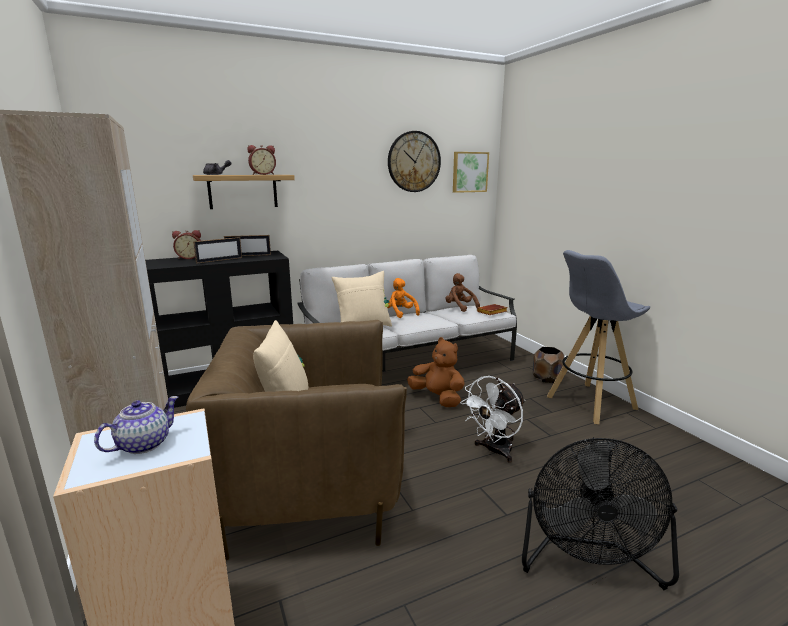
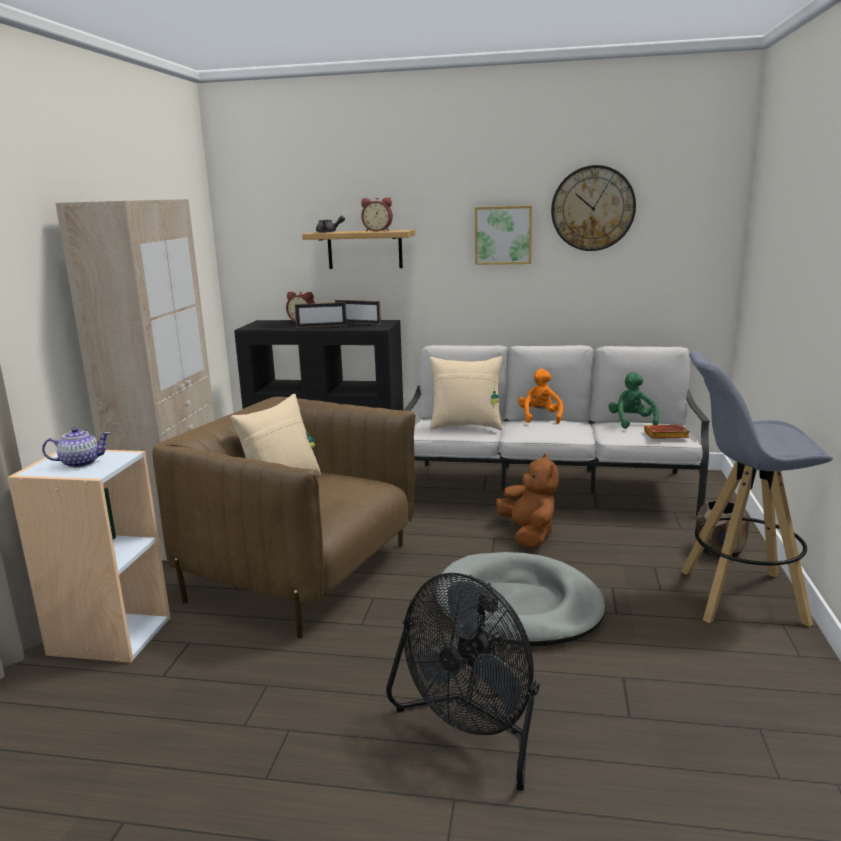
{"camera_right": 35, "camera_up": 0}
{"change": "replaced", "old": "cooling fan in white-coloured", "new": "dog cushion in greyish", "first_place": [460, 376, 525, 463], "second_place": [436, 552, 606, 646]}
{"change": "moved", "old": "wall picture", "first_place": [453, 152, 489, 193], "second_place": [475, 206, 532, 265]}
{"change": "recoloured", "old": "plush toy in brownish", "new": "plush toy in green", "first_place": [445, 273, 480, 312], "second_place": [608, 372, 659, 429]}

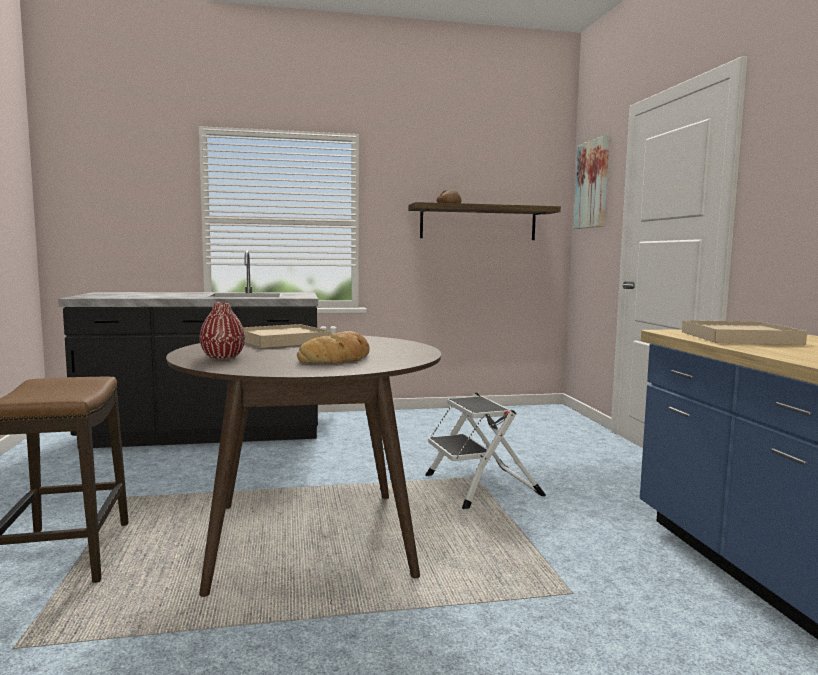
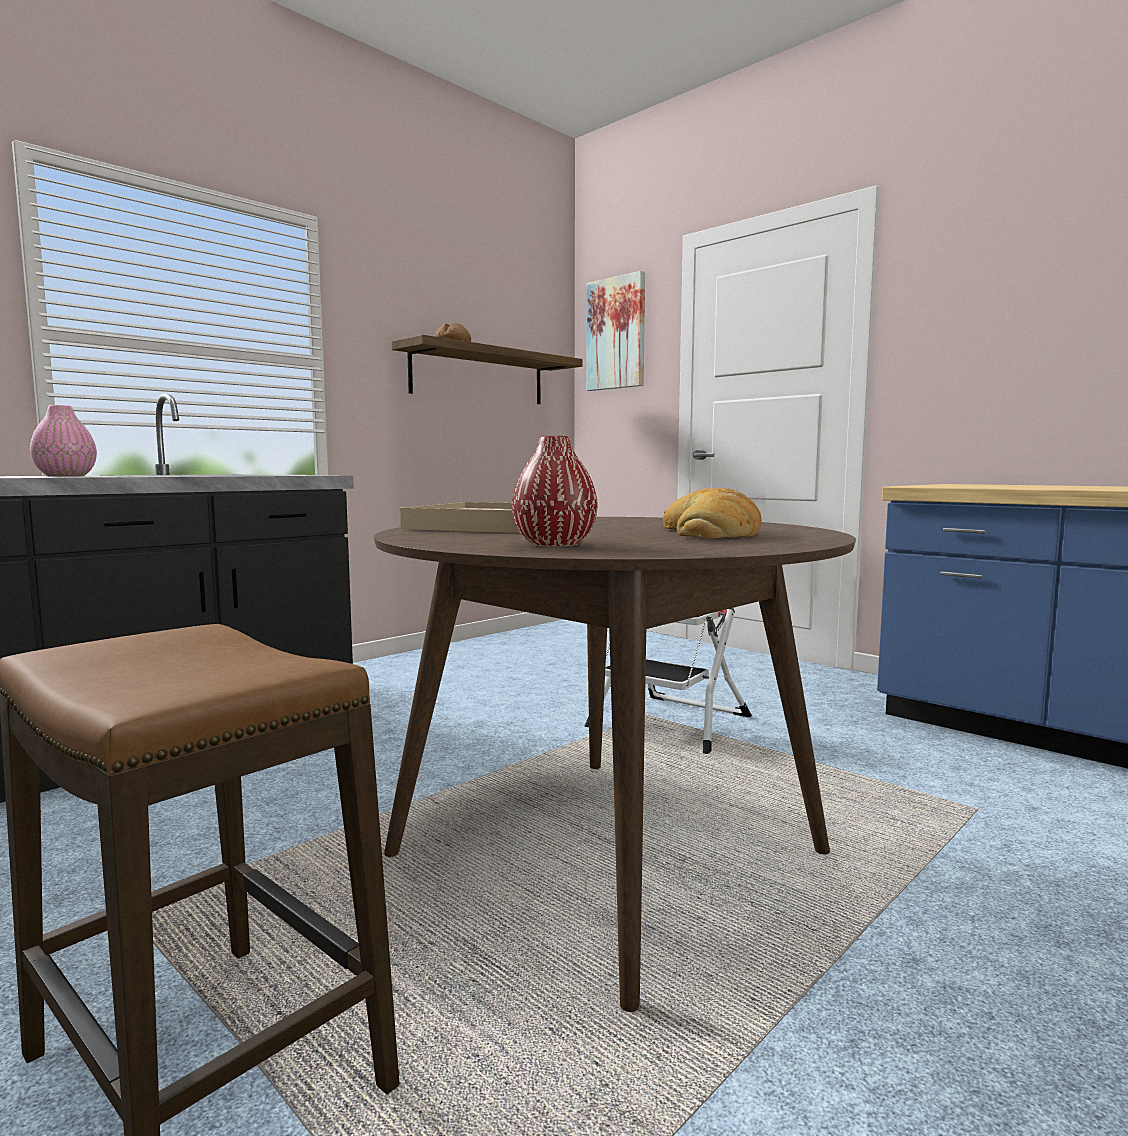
{"camera_right": -35, "camera_up": 0}
{"change": "added", "new": "flower vase in pink-coloured", "second_place": [30, 405, 97, 477]}
{"change": "removed", "old": "tray in sand-coloured", "first_place": [682, 320, 807, 345]}

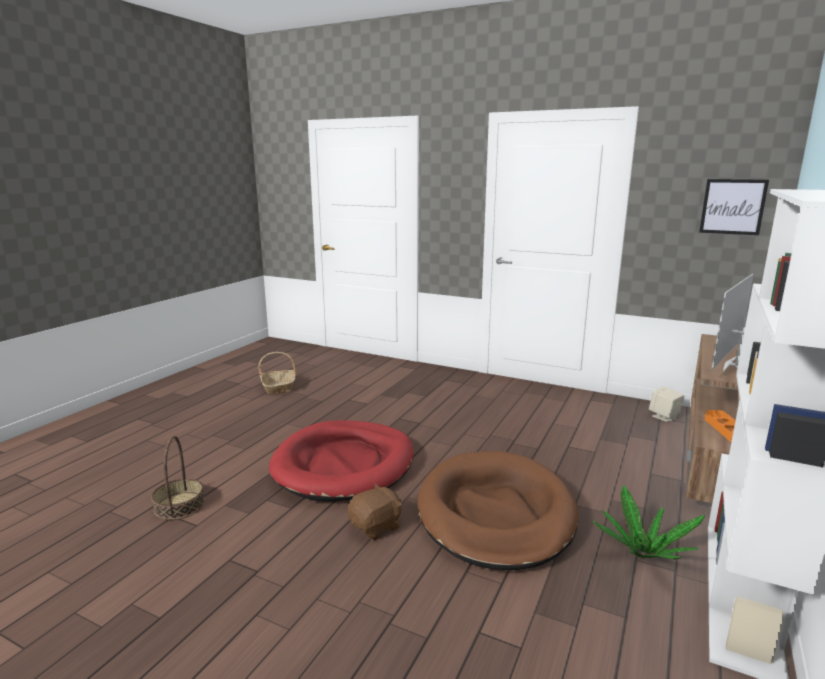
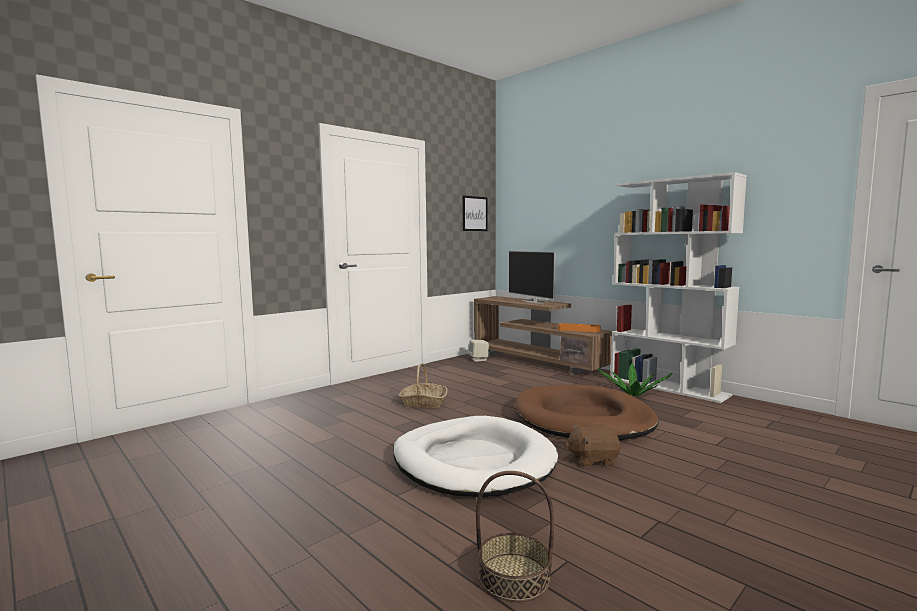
{"camera_right": -70, "camera_up": -10}
{"change": "recoloured", "old": "dog cushion in red", "new": "dog cushion in white-coloured", "first_place": [269, 420, 414, 502], "second_place": [393, 416, 558, 497]}
{"change": "moved", "old": "household basket", "first_place": [258, 352, 296, 394], "second_place": [399, 363, 448, 408]}
{"change": "turned", "old": "plush toy in brownish", "first_place": [348, 484, 402, 540], "second_place": [565, 424, 621, 467], "degrees": -75}

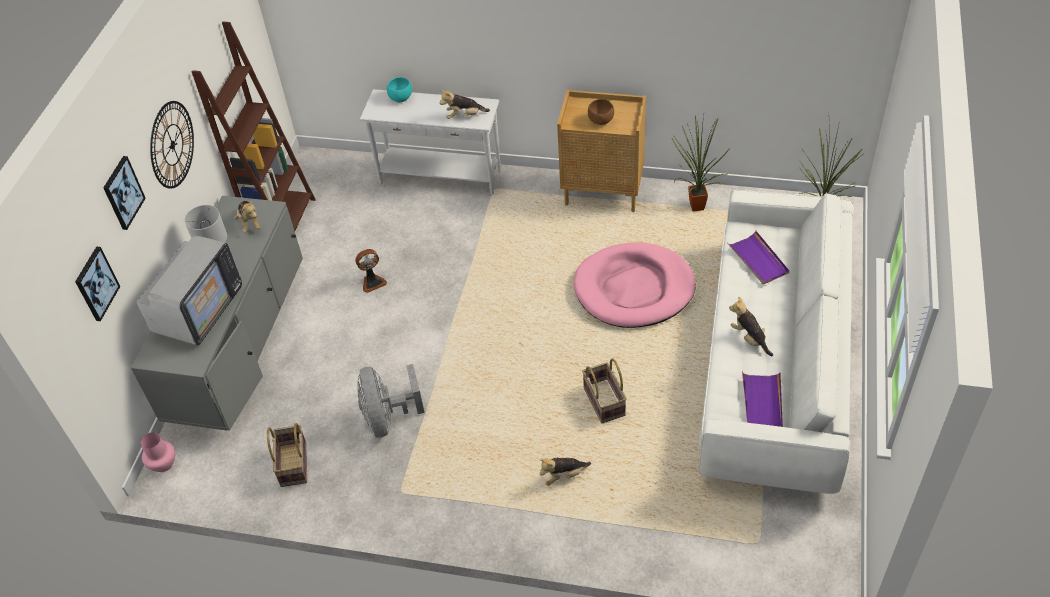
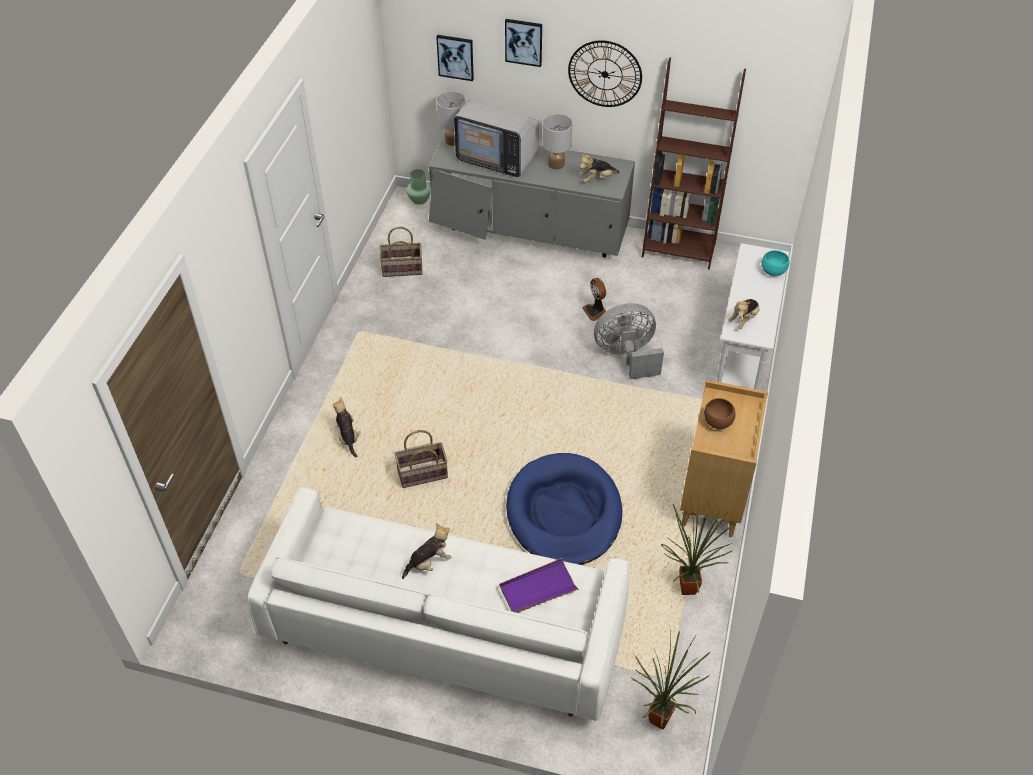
{"camera_right": 90, "camera_up": 0}
{"change": "recoloured", "old": "flower vase in pink-coloured", "new": "flower vase in green", "first_place": [141, 432, 175, 472], "second_place": [406, 169, 431, 205]}
{"change": "added", "new": "tabletop lamp in greyish", "second_place": [437, 91, 466, 146]}
{"change": "recoloured", "old": "dog cushion in pink-coloured", "new": "dog cushion in blue", "first_place": [574, 243, 696, 328], "second_place": [506, 453, 622, 565]}
{"change": "moved", "old": "cooling fan in greyish", "first_place": [357, 364, 425, 438], "second_place": [594, 303, 664, 379]}
{"change": "turned", "old": "plush toy", "first_place": [440, 90, 490, 119], "second_place": [728, 299, 759, 329], "degrees": -135}
{"change": "removed", "old": "tray in purple", "first_place": [742, 372, 783, 427]}

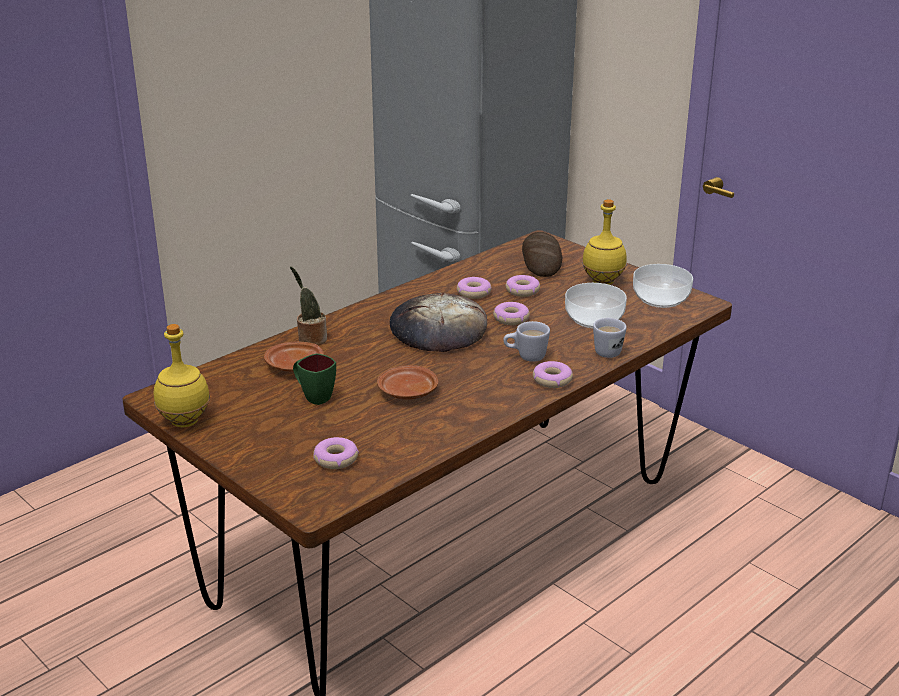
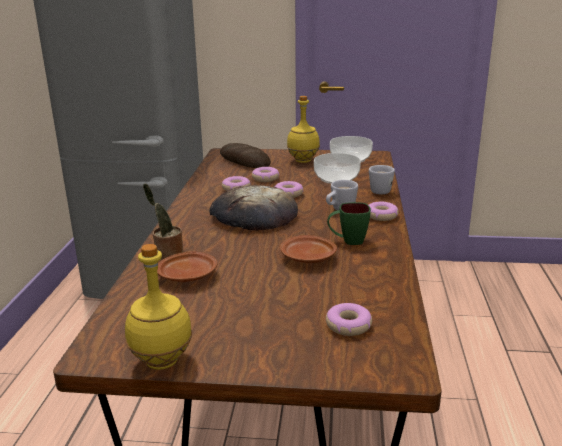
{"camera_right": -40, "camera_up": -5}
{"change": "moved", "old": "tea mug in green", "first_place": [293, 353, 336, 405], "second_place": [327, 202, 371, 245]}

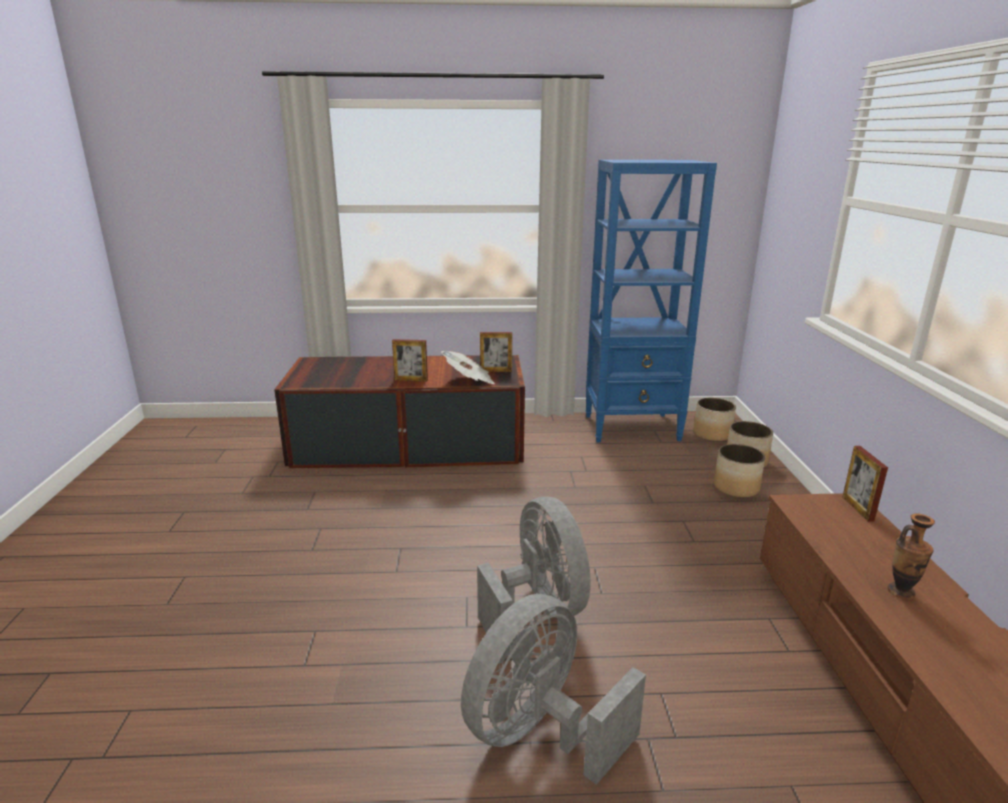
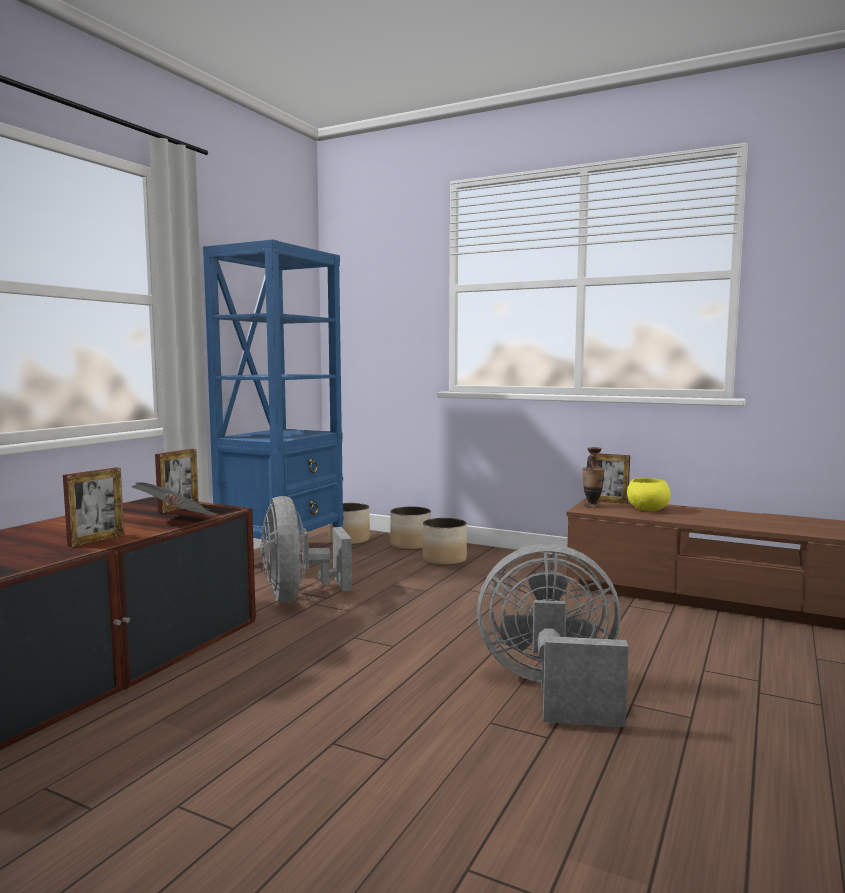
{"camera_right": -60, "camera_up": -15}
{"change": "moved", "old": "cooling fan in greyish", "first_place": [461, 594, 646, 785], "second_place": [260, 496, 352, 602]}
{"change": "moved", "old": "flower vase", "first_place": [887, 513, 935, 600], "second_place": [583, 447, 605, 508]}
{"change": "added", "new": "deep dish in yellowish", "second_place": [627, 478, 670, 511]}

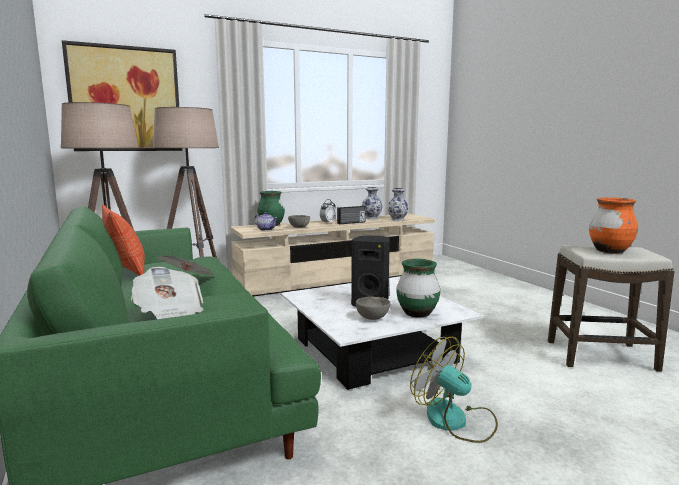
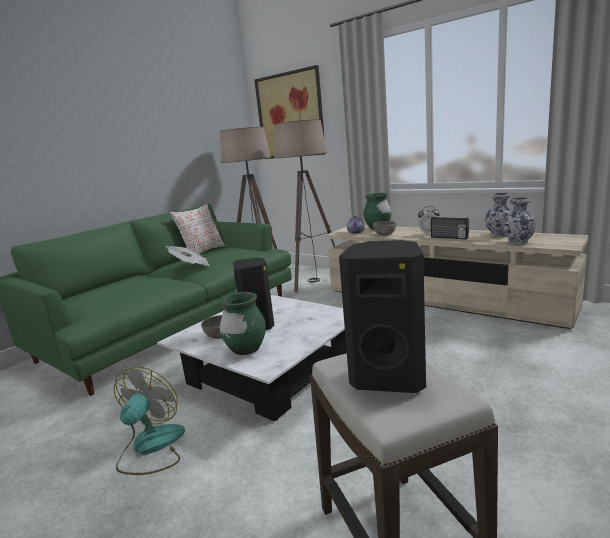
{"camera_right": 65, "camera_up": 5}
{"change": "recoloured", "old": "pillow in orangey", "new": "pillow in white-coloured", "first_place": [102, 204, 145, 276], "second_place": [170, 204, 225, 254]}
{"change": "replaced", "old": "flower vase in orangey", "new": "audio speaker in black", "first_place": [589, 197, 638, 254], "second_place": [339, 240, 426, 393]}
{"change": "removed", "old": "printed paper", "first_place": [131, 267, 203, 319]}

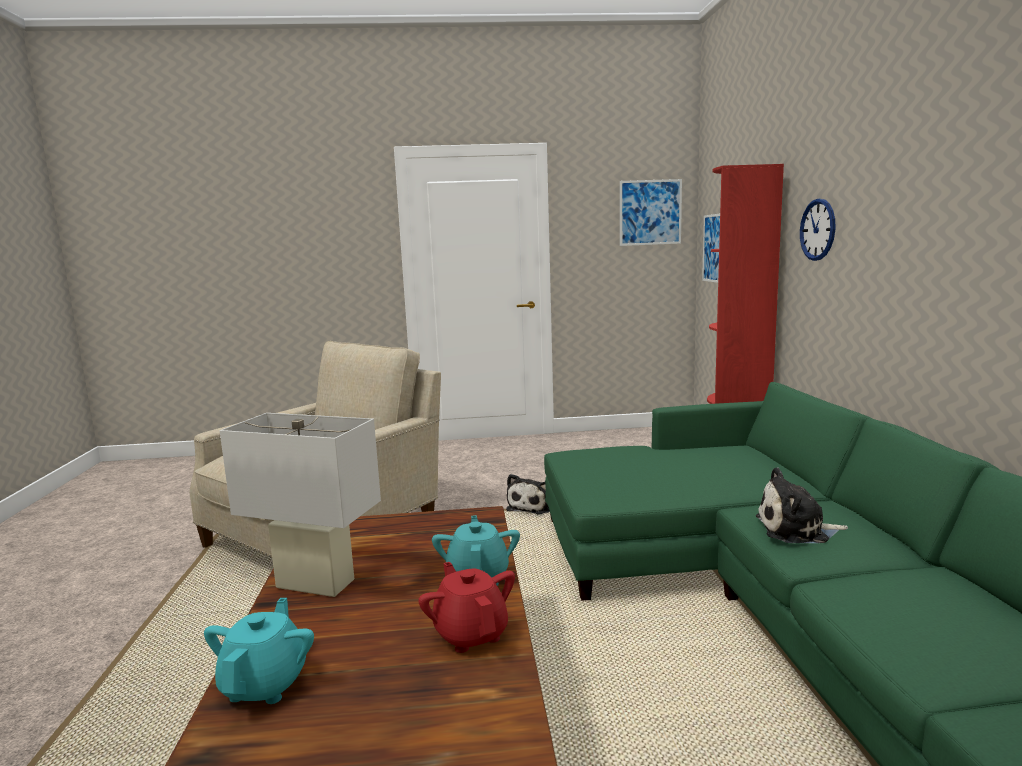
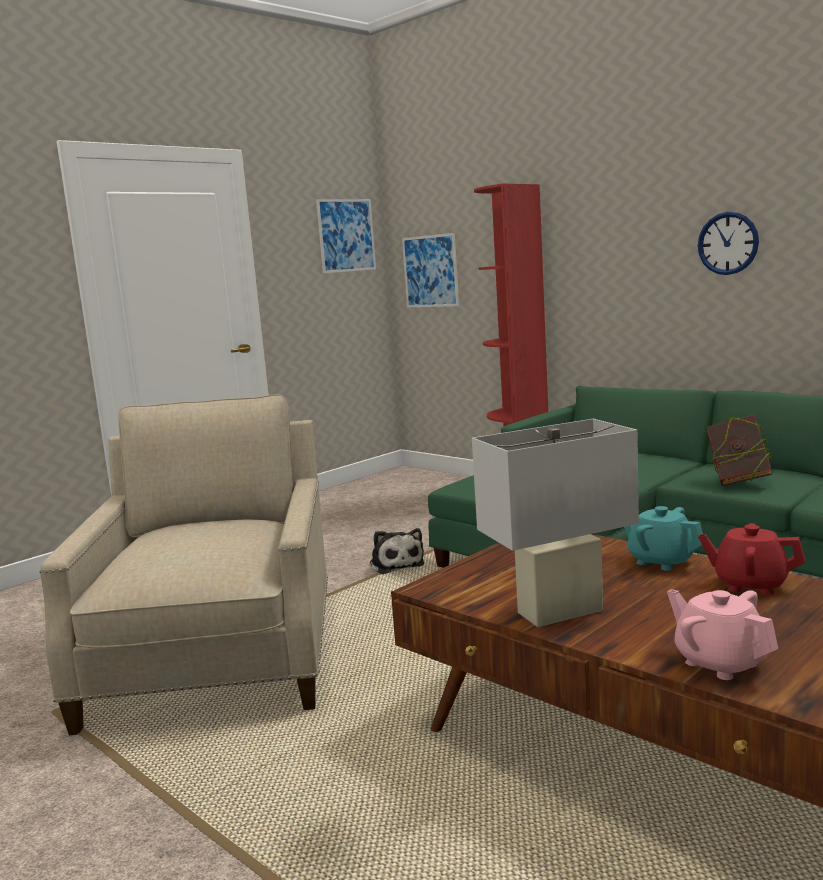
{"camera_right": -40, "camera_up": 0}
{"change": "recoloured", "old": "tea pot in blue-green", "new": "tea pot in pink-coloured", "first_place": [204, 598, 314, 704], "second_place": [667, 589, 778, 680]}
{"change": "moved", "old": "hanging clock", "first_place": [800, 199, 835, 261], "second_place": [698, 212, 759, 275]}
{"change": "replaced", "old": "plush toy", "new": "book", "first_place": [756, 467, 848, 543], "second_place": [706, 415, 772, 486]}

